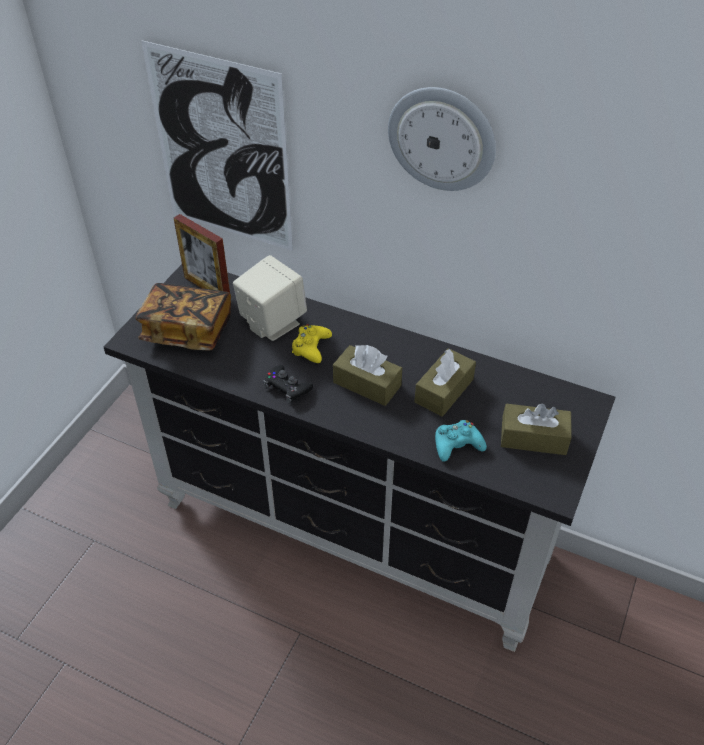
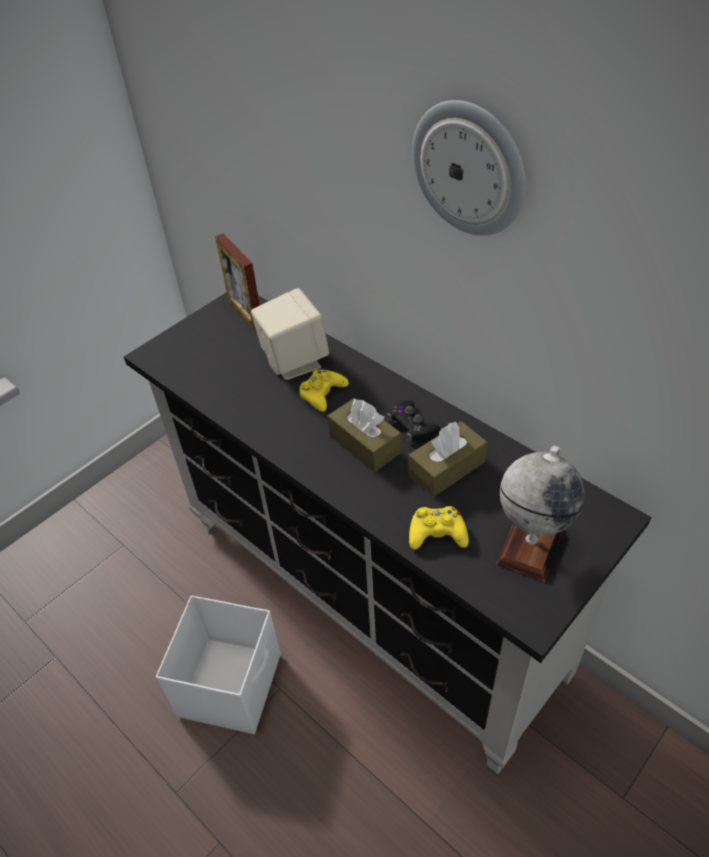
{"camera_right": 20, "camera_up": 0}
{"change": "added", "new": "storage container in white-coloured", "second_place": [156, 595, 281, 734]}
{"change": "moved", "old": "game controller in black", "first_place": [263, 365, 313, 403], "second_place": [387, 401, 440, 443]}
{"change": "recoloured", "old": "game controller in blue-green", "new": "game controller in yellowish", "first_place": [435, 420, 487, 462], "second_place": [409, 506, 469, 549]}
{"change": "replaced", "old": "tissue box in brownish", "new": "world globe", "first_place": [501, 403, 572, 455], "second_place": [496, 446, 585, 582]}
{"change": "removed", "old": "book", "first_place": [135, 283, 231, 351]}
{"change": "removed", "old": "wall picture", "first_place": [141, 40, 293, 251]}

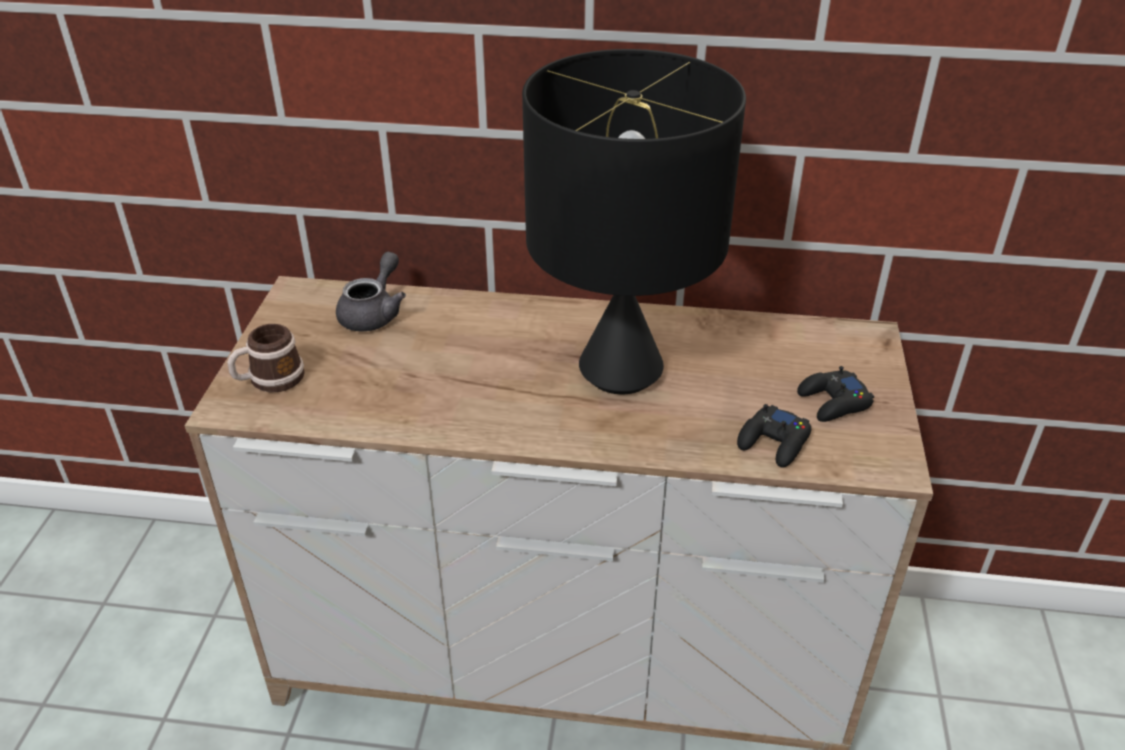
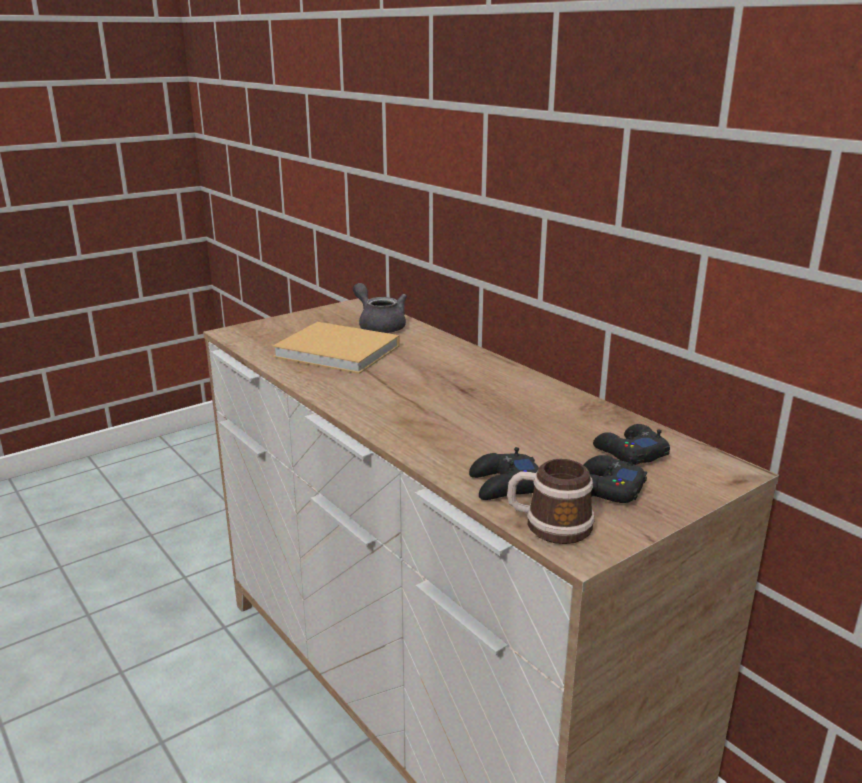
{"camera_right": 45, "camera_up": -15}
{"change": "added", "new": "book in sand-coloured", "second_place": [272, 322, 400, 374]}
{"change": "turned", "old": "tea pot in greyish", "first_place": [336, 252, 406, 332], "second_place": [353, 283, 407, 333], "degrees": -105}
{"change": "moved", "old": "tea mug", "first_place": [227, 324, 305, 392], "second_place": [507, 459, 595, 544]}
{"change": "added", "new": "game controller in black", "second_place": [593, 424, 670, 465]}
{"change": "removed", "old": "tabletop lamp in black", "first_place": [522, 49, 746, 394]}

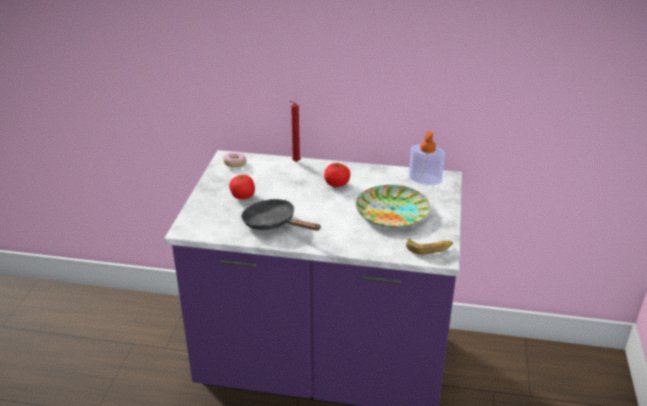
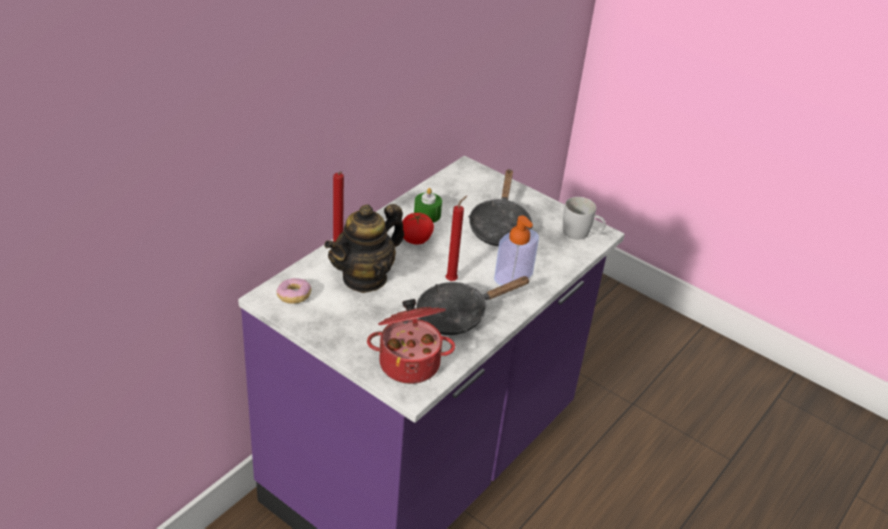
{"camera_right": -65, "camera_up": 5}
{"change": "added", "new": "tea pot", "second_place": [324, 204, 404, 293]}
{"change": "added", "new": "saucepot", "second_place": [367, 299, 455, 384]}
{"change": "added", "new": "wax light in green", "second_place": [414, 188, 442, 223]}
{"change": "added", "new": "wax light in red", "second_place": [446, 195, 467, 281]}
{"change": "replaced", "old": "plate", "new": "frying pan in black", "first_place": [356, 185, 430, 228], "second_place": [468, 169, 533, 246]}
{"change": "moved", "old": "soap dispenser", "first_place": [409, 131, 445, 185], "second_place": [494, 216, 539, 286]}
{"change": "replaced", "old": "banana", "new": "tea mug in white-coloured", "first_place": [406, 238, 453, 255], "second_place": [563, 197, 606, 240]}
{"change": "removed", "old": "fresh tomato", "first_place": [229, 174, 255, 199]}

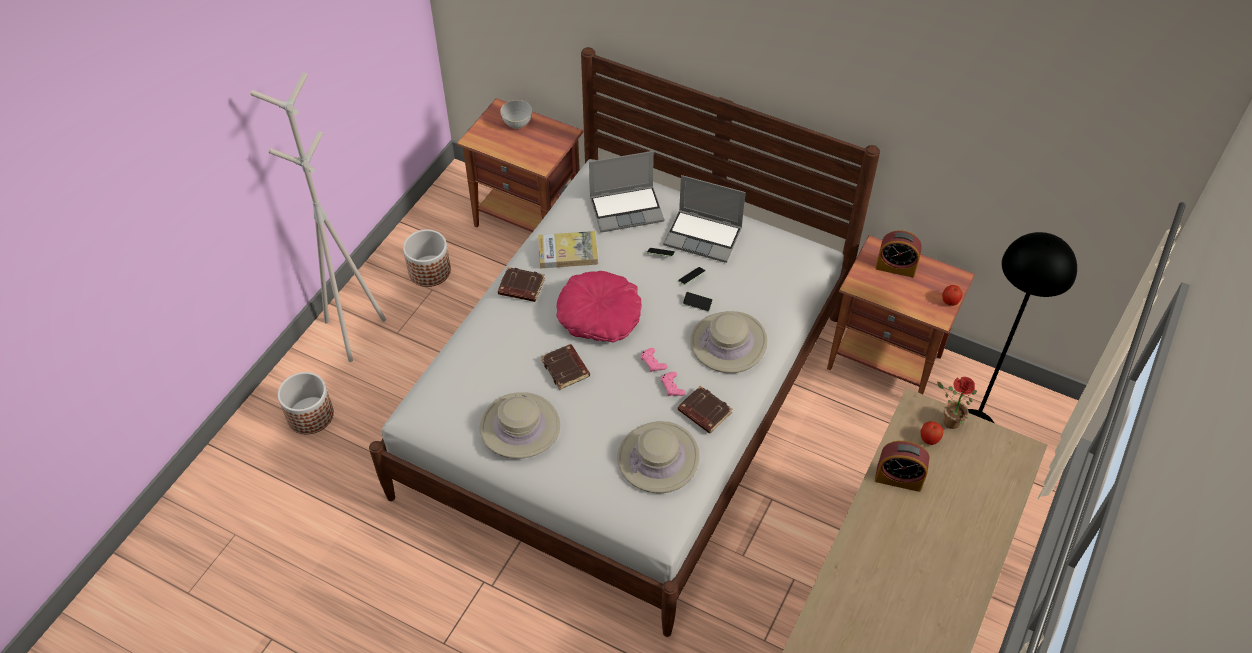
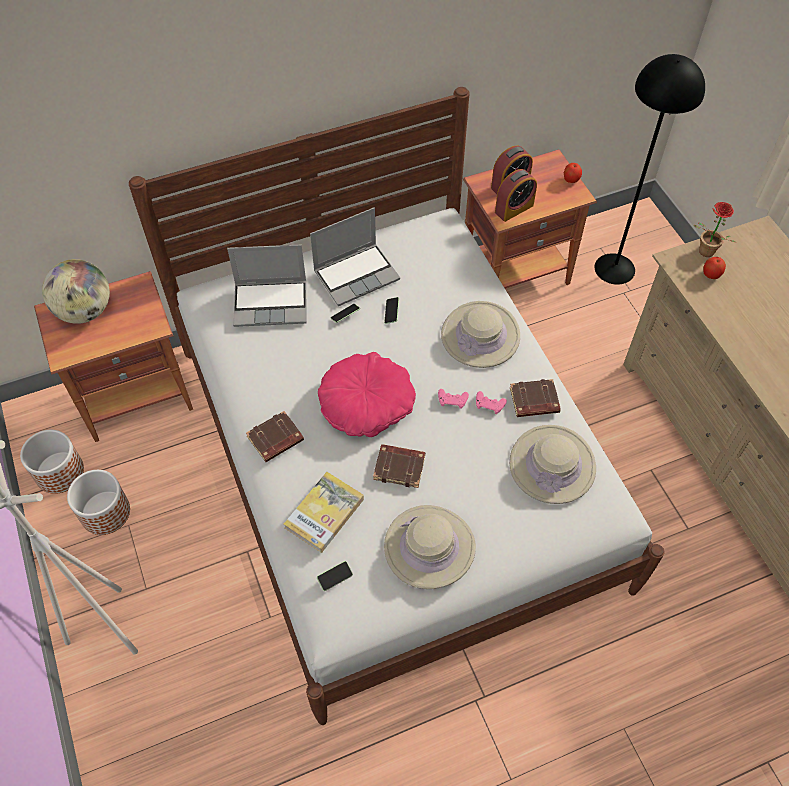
{"camera_right": -50, "camera_up": 5}
{"change": "moved", "old": "planter", "first_place": [278, 372, 334, 434], "second_place": [20, 430, 84, 494]}
{"change": "replaced", "old": "deep dish in greyish", "new": "world globe", "first_place": [500, 100, 532, 129], "second_place": [42, 259, 110, 324]}
{"change": "turned", "old": "notebook computer", "first_place": [589, 151, 664, 232], "second_place": [227, 245, 307, 327], "degrees": 60}
{"change": "moved", "old": "book", "first_place": [538, 231, 598, 268], "second_place": [284, 472, 364, 553]}
{"change": "moved", "old": "phone", "first_place": [683, 292, 713, 311], "second_place": [317, 561, 353, 591]}
{"change": "moved", "old": "alarm clock", "first_place": [875, 441, 929, 492], "second_place": [495, 169, 537, 222]}

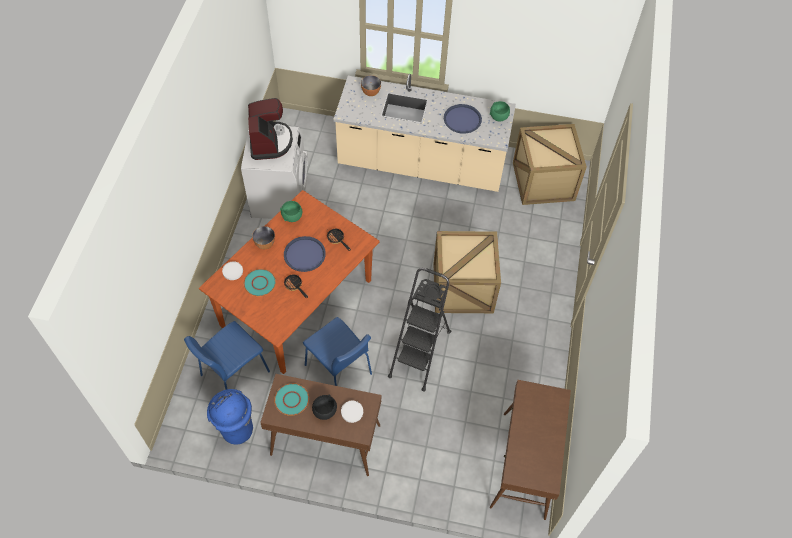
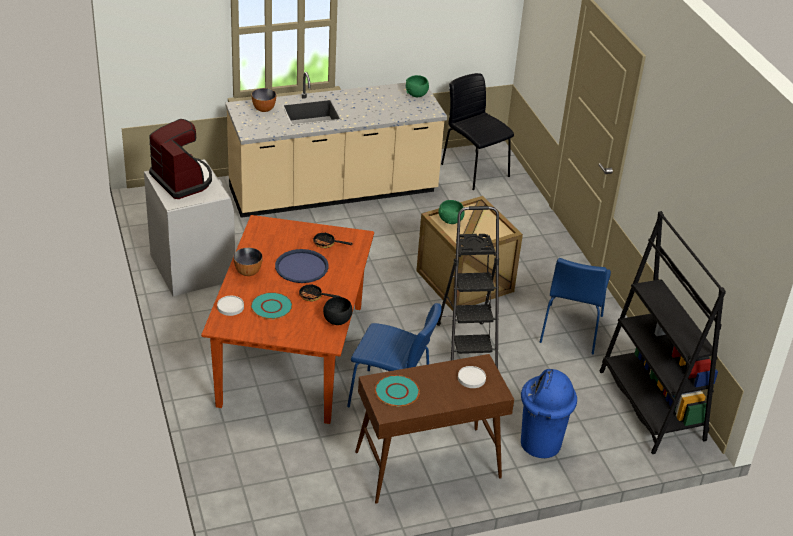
{"camera_right": -30, "camera_up": -20}
{"change": "moved", "old": "deep dish in black", "first_place": [312, 395, 337, 420], "second_place": [323, 297, 352, 325]}
{"change": "moved", "old": "deep dish in green", "first_place": [280, 201, 302, 222], "second_place": [438, 200, 465, 224]}
{"change": "replaced", "old": "crate", "new": "upright chair in black", "first_place": [513, 124, 587, 205], "second_place": [441, 73, 514, 190]}
{"change": "moved", "old": "rubbish bin in blue", "first_place": [207, 389, 253, 445], "second_place": [521, 369, 577, 458]}
{"change": "moved", "old": "upright chair in blue", "first_place": [184, 321, 270, 390], "second_place": [540, 258, 611, 354]}
{"change": "replaced", "old": "narrow table in brownish", "new": "bookcase in black", "first_place": [490, 380, 571, 520], "second_place": [599, 211, 726, 454]}
{"change": "removed", "old": "tray in blue", "first_place": [444, 104, 482, 134]}

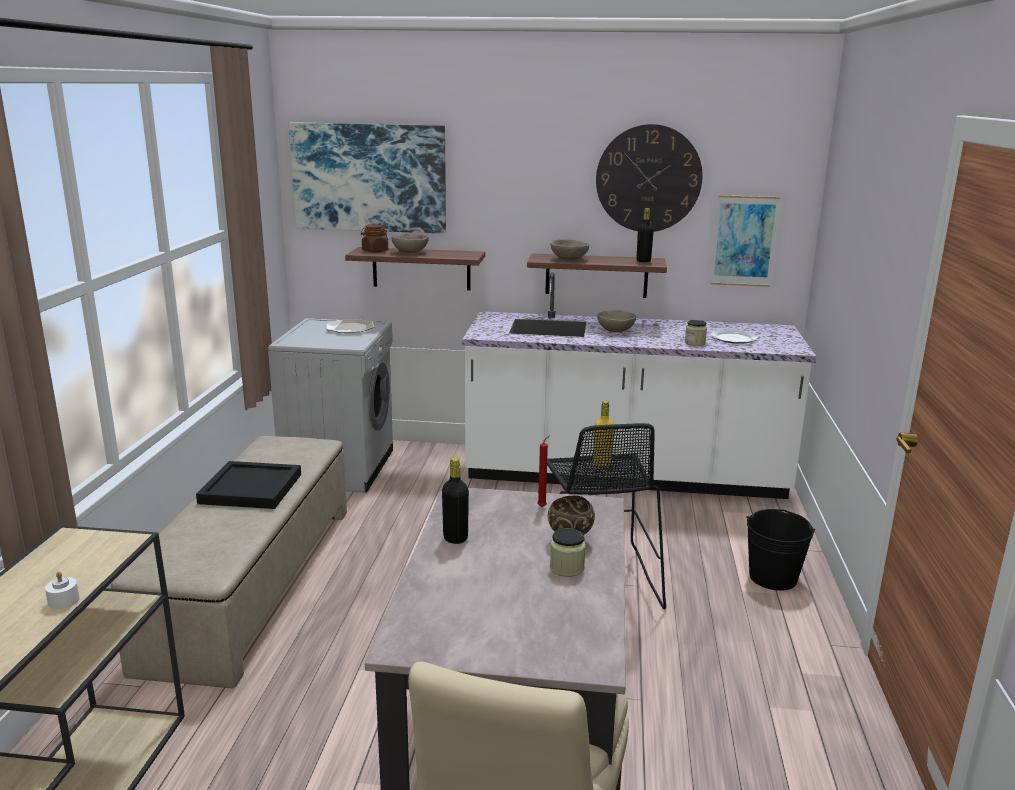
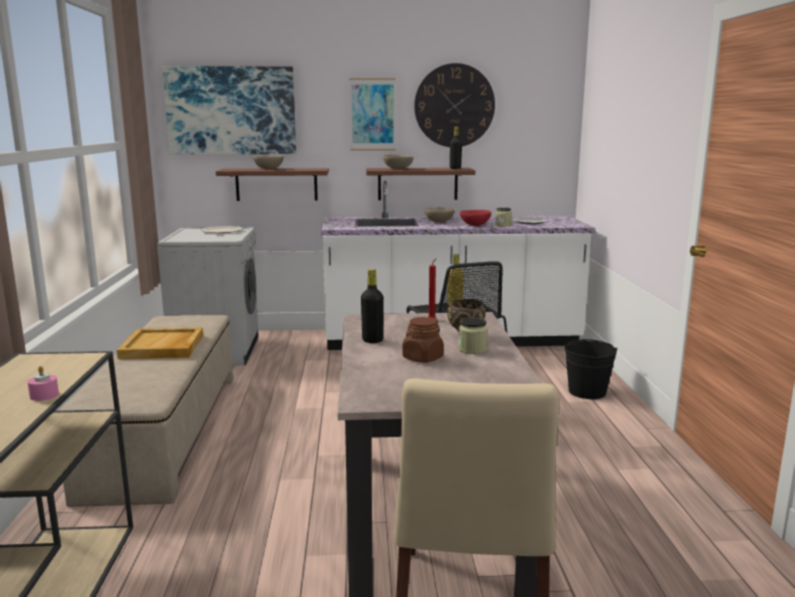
{"camera_right": -10, "camera_up": -5}
{"change": "recoloured", "old": "wax light in white-coloured", "new": "wax light in pink-coloured", "first_place": [45, 571, 80, 609], "second_place": [27, 366, 59, 401]}
{"change": "recoloured", "old": "tray in black", "new": "tray in sand-coloured", "first_place": [196, 461, 301, 509], "second_place": [117, 327, 203, 359]}
{"change": "moved", "old": "wall picture", "first_place": [710, 195, 780, 287], "second_place": [349, 78, 396, 151]}
{"change": "moved", "old": "preserve jar in brownish", "first_place": [361, 224, 388, 252], "second_place": [403, 317, 444, 363]}
{"change": "added", "new": "deep dish in red", "second_place": [460, 210, 491, 226]}

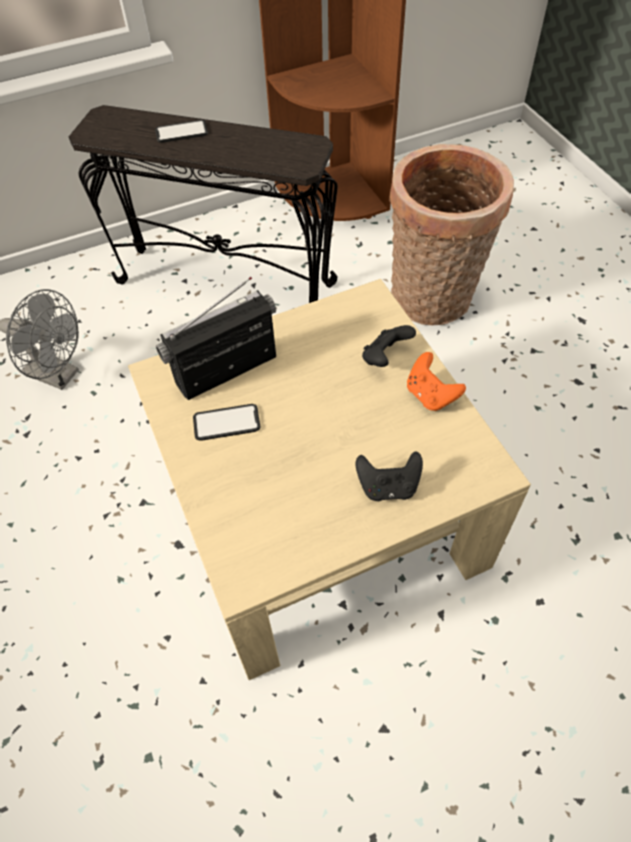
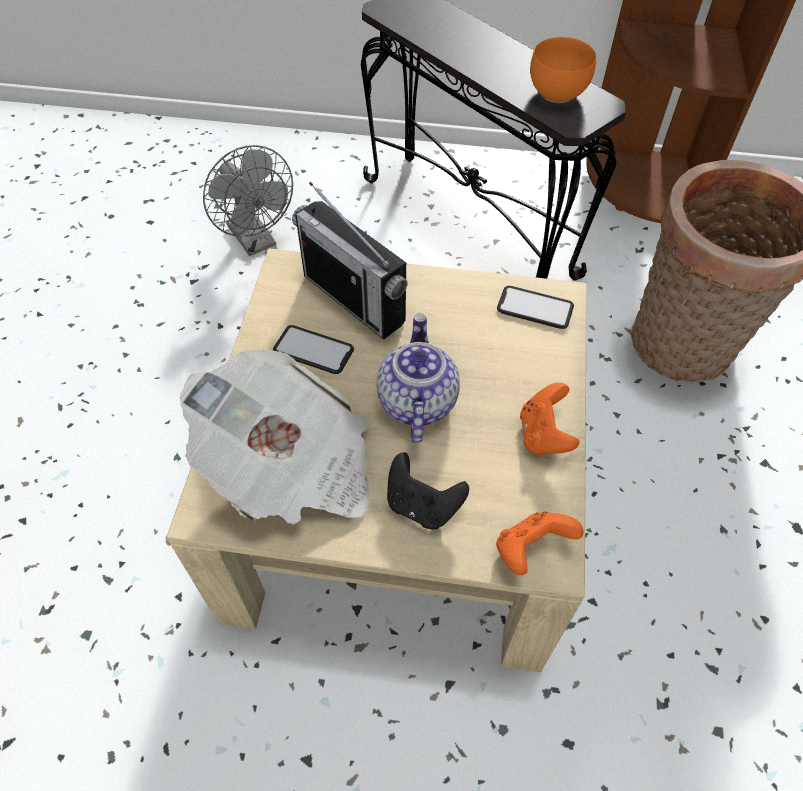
{"camera_right": 30, "camera_up": 0}
{"change": "added", "new": "printed paper", "second_place": [180, 350, 369, 524]}
{"change": "turned", "old": "radio set", "first_place": [156, 277, 276, 400], "second_place": [292, 182, 408, 340], "degrees": -135}
{"change": "added", "new": "tea pot", "second_place": [377, 313, 460, 443]}
{"change": "added", "new": "game controller in orangey", "second_place": [496, 512, 584, 575]}
{"change": "moved", "old": "phone", "first_place": [155, 120, 208, 143], "second_place": [497, 286, 574, 329]}
{"change": "added", "new": "deep dish in orangey", "second_place": [530, 37, 596, 103]}
{"change": "removed", "old": "game controller in black", "first_place": [362, 325, 416, 367]}

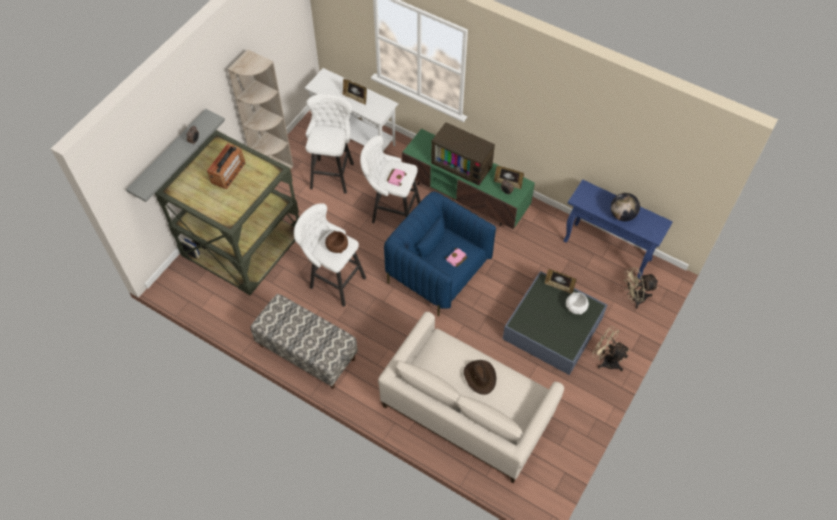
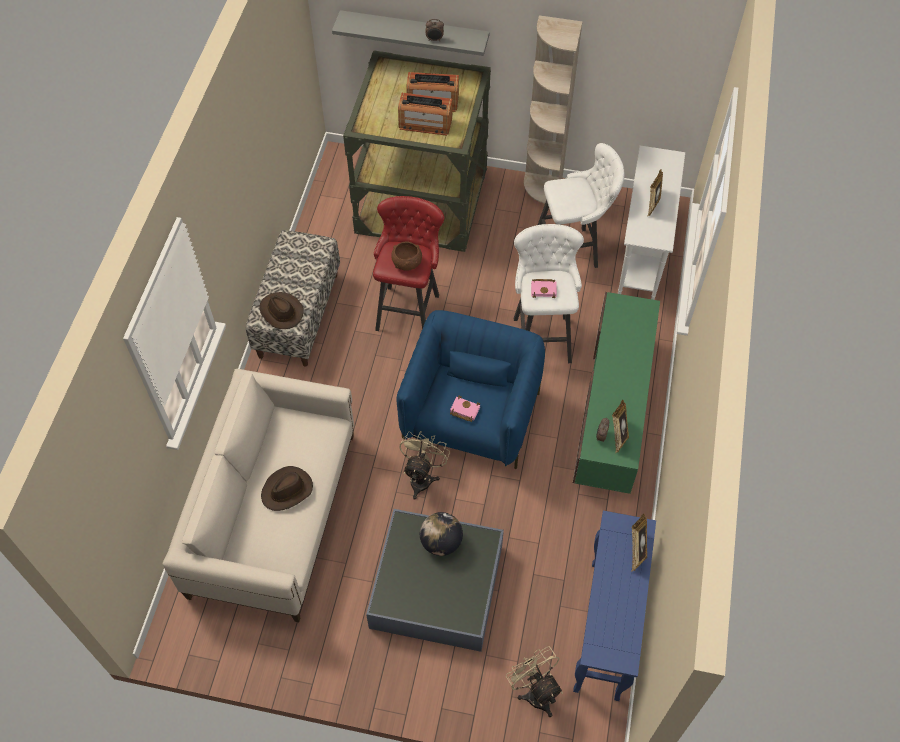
{"camera_right": 70, "camera_up": 0}
{"change": "added", "new": "clothing hat in brownish", "second_place": [260, 292, 304, 329]}
{"change": "recoloured", "old": "stool seat in white-coloured", "new": "stool seat in red", "first_place": [294, 203, 366, 307], "second_place": [373, 196, 444, 331]}
{"change": "added", "new": "radio set", "second_place": [398, 93, 452, 136]}
{"change": "moved", "old": "cooling fan in sand-coloured", "first_place": [592, 326, 630, 371], "second_place": [399, 431, 450, 499]}
{"change": "moved", "old": "world globe", "first_place": [611, 193, 640, 221], "second_place": [420, 512, 463, 556]}
{"change": "moved", "old": "picture frame", "first_place": [544, 269, 576, 294], "second_place": [631, 514, 647, 572]}
{"change": "removed", "old": "television", "first_place": [431, 122, 495, 186]}
{"change": "removed", "old": "deep dish in white-coloured", "first_place": [566, 292, 589, 315]}

